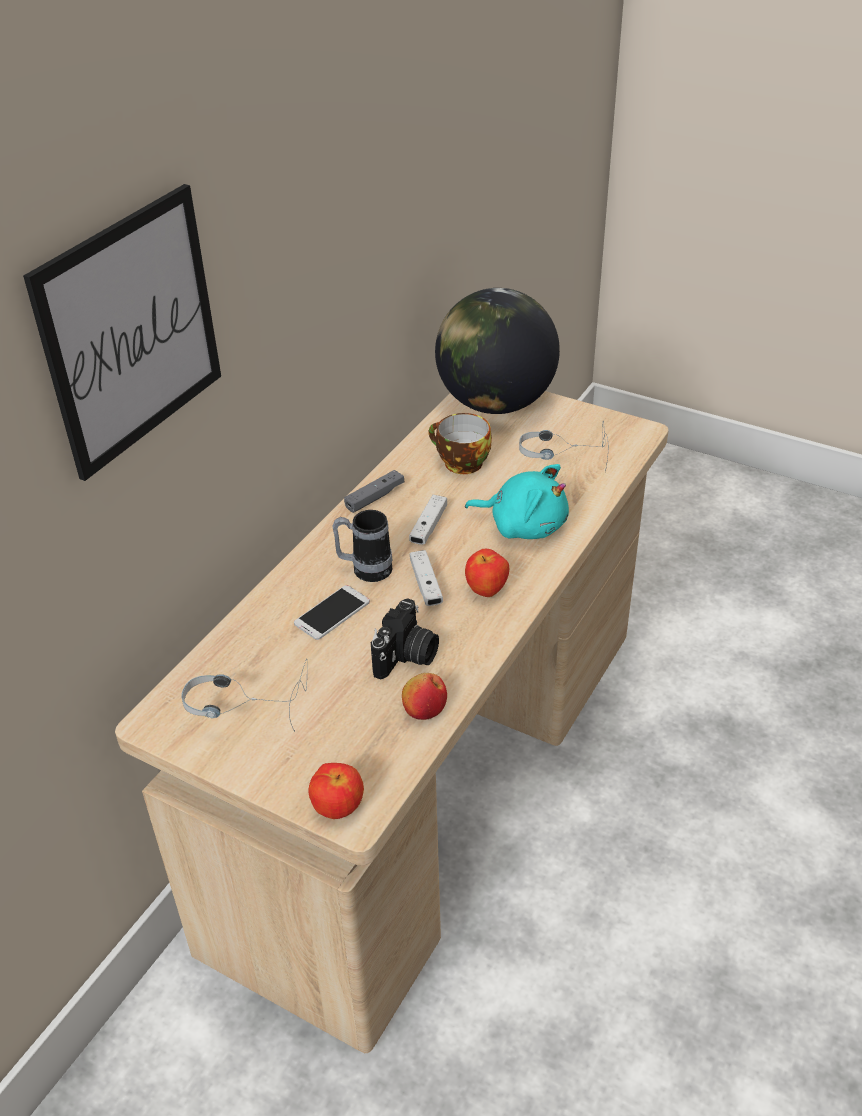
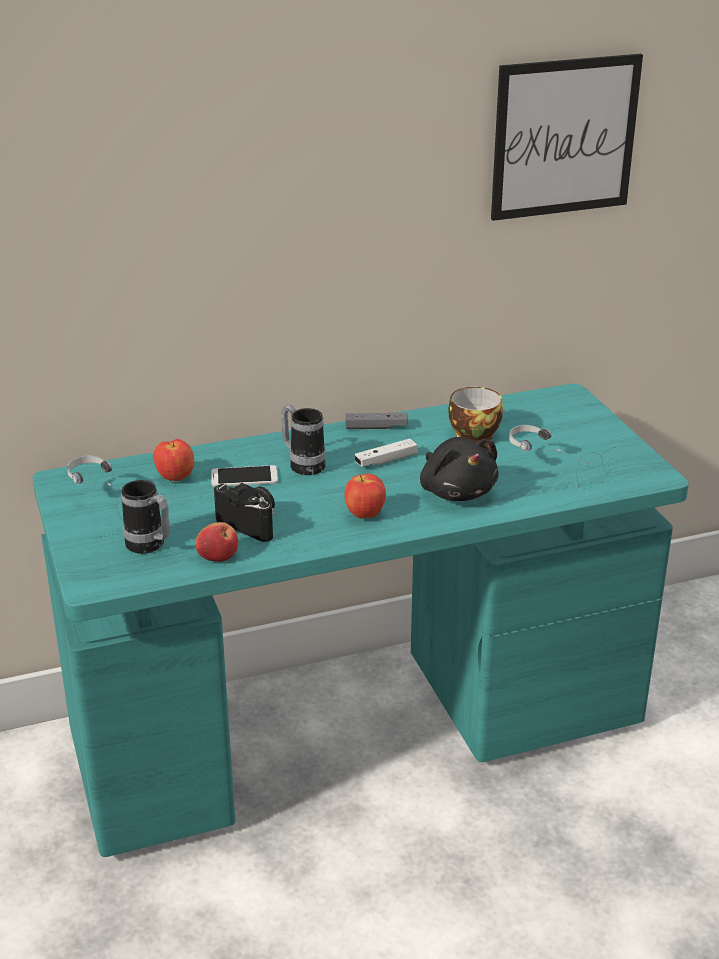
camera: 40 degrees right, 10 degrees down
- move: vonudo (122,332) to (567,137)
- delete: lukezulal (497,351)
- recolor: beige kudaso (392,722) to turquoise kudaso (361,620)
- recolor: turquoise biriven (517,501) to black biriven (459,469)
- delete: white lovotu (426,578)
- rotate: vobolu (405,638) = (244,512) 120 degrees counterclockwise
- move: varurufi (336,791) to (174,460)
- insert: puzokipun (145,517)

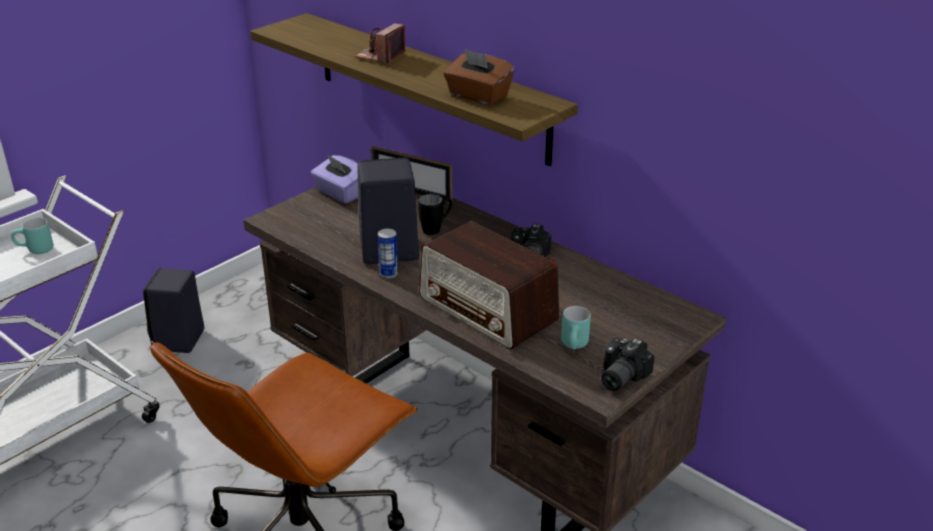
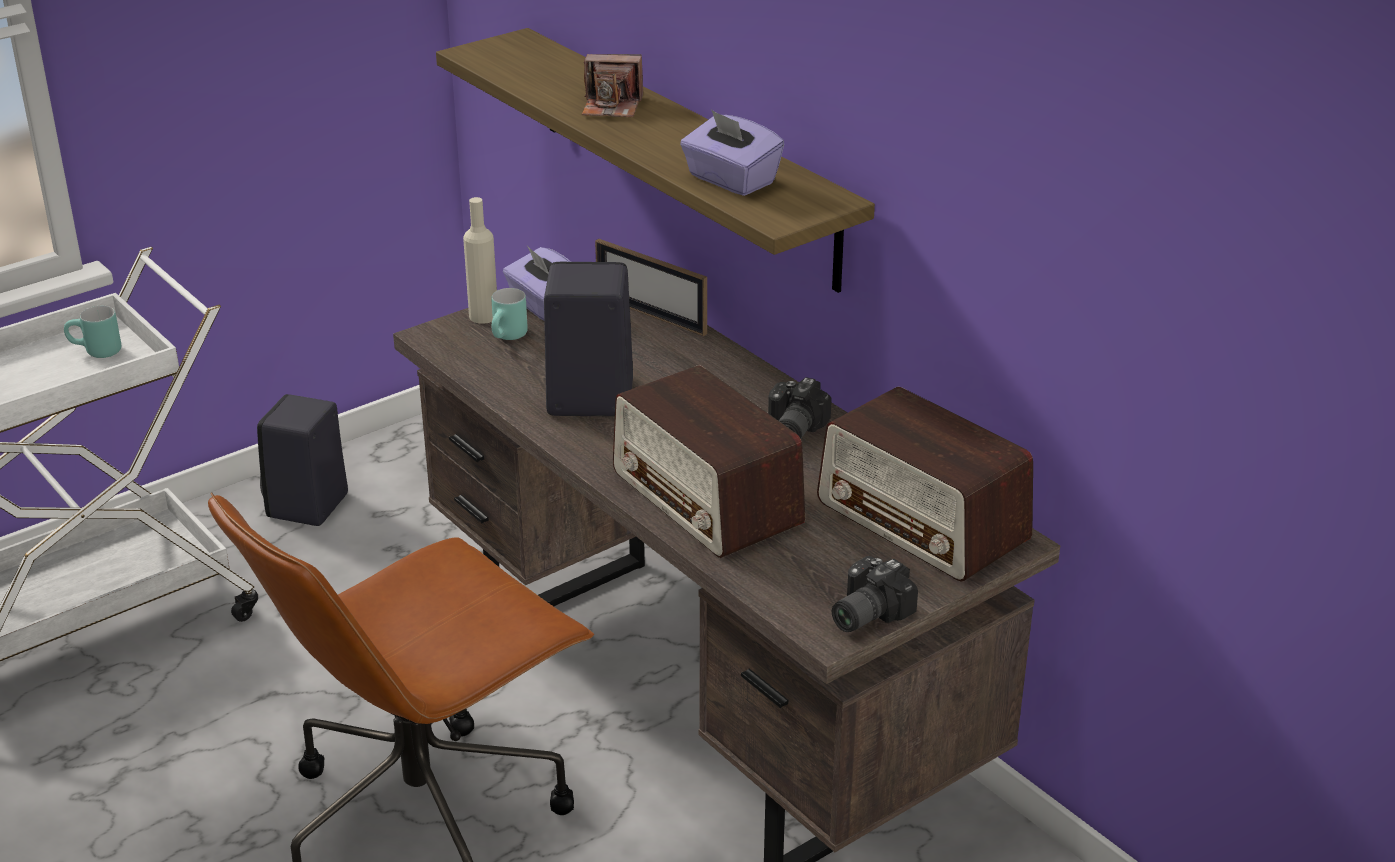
camera: 10 degrees right, 0 degrees up
- rotate: vobolu (380,43) = (612,85) 120 degrees counterclockwise
- recolor: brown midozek (479,77) to purple midozek (732,153)
- delete: black puzokipun (435,214)
- delete: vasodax (388,253)
- move: turquoise puzokipun (576,328) to (509,314)
- insert: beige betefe (480,260)
- insert: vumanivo (925,484)

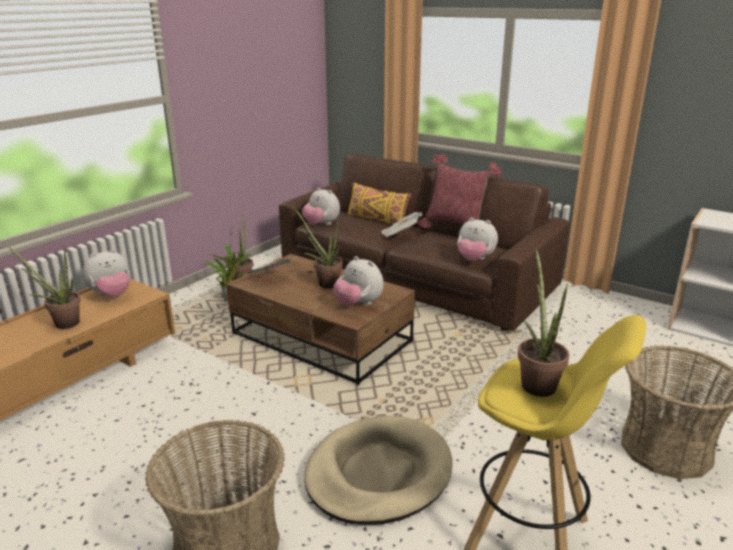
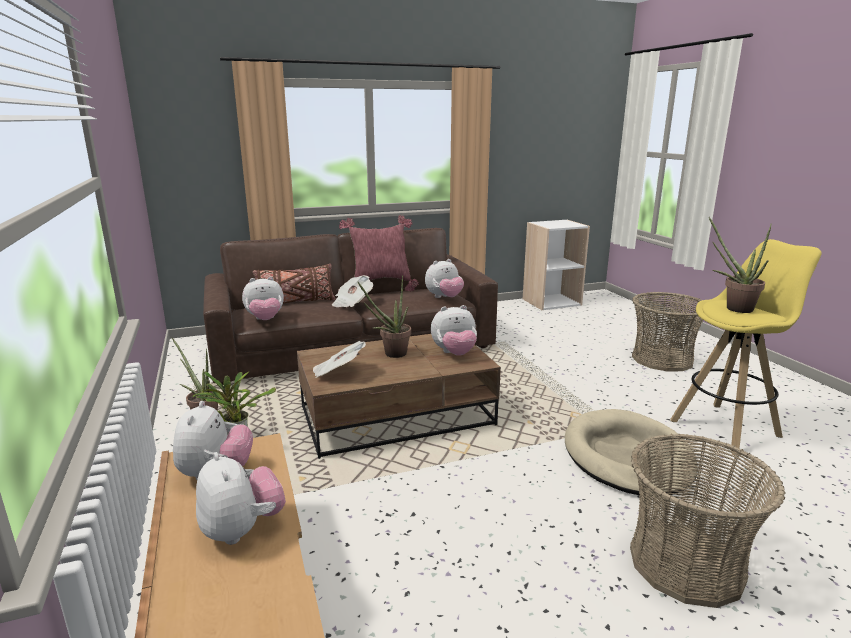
camera: 55 degrees left, 5 degrees down
- recolor: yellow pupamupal (379,203) to brown pupamupal (294,284)
- replace: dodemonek (44,287) to biriven (241,498)

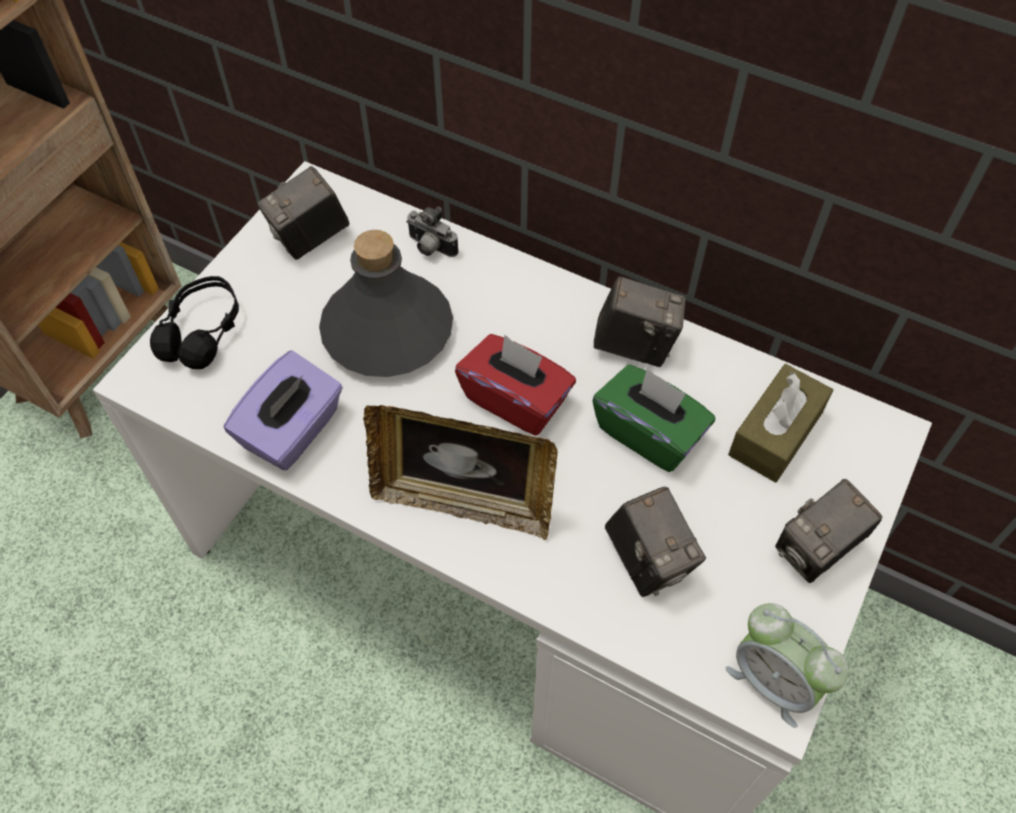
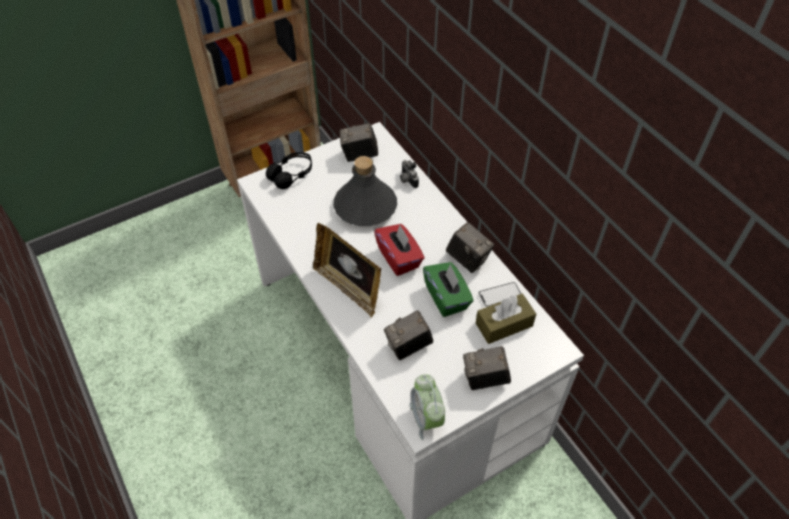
camera: 30 degrees right, 5 degrees down
- delete: purple midozek (283,410)
- rotate: vobolu (655,541) = (408,335) 60 degrees clockwise
- insert: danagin (500,294)

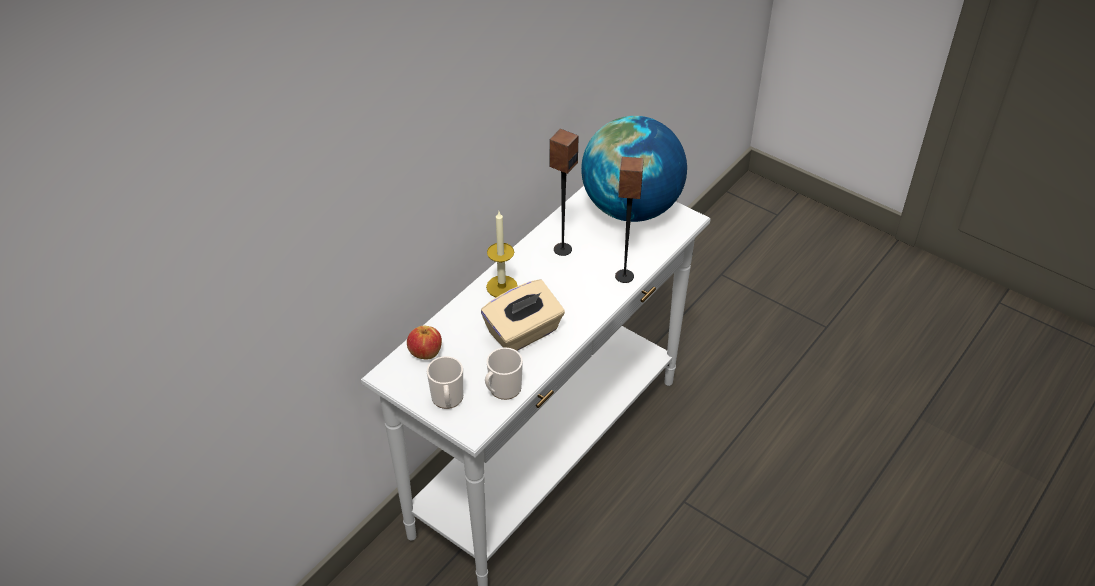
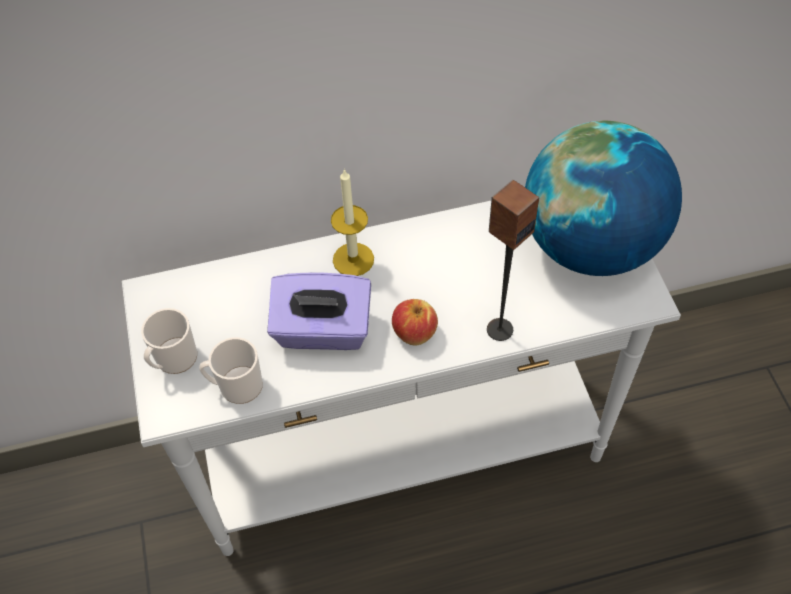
camera: 40 degrees right, 10 degrees up
- delete: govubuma (564,192)
- recolor: beige midozek (523,315) to purple midozek (319,311)
- move: varurufi (424,342) to (415,322)

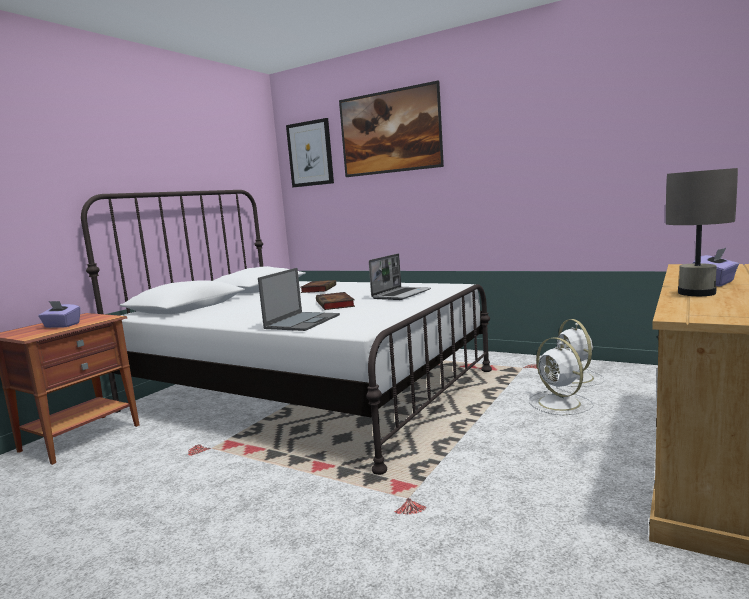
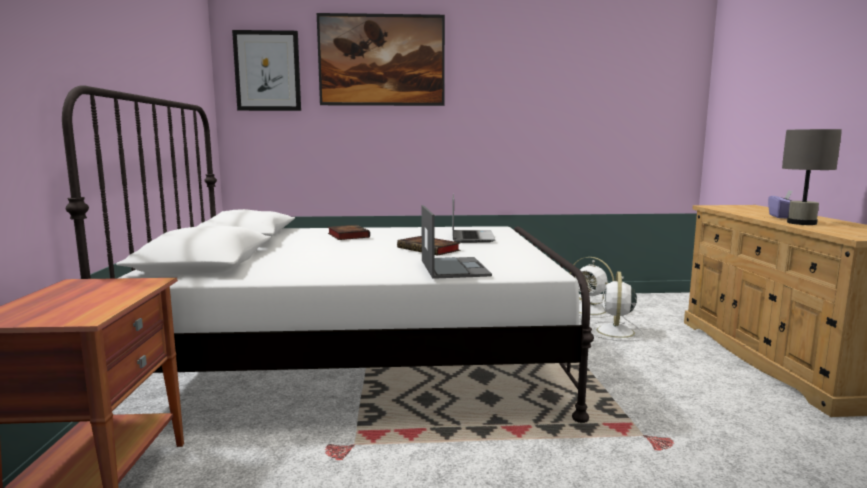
camera: 35 degrees left, 0 degrees up
- delete: purple midozek (59,314)
- rotate: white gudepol (561,376) = (617,306) 75 degrees clockwise

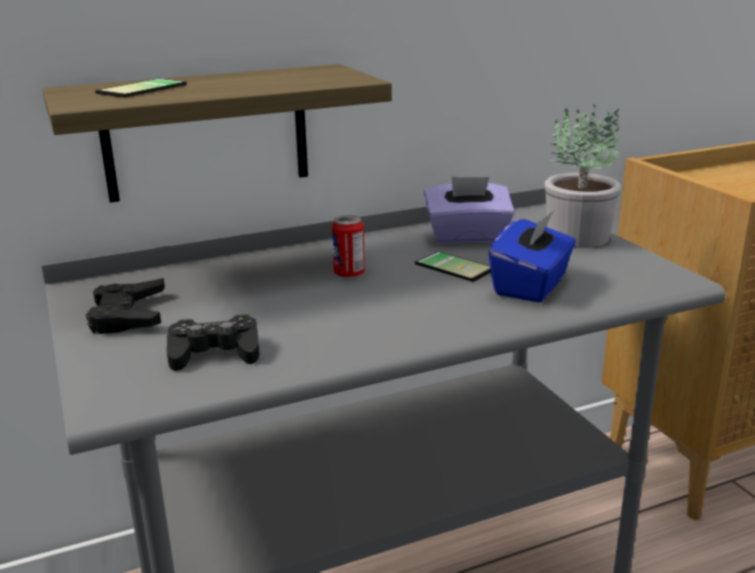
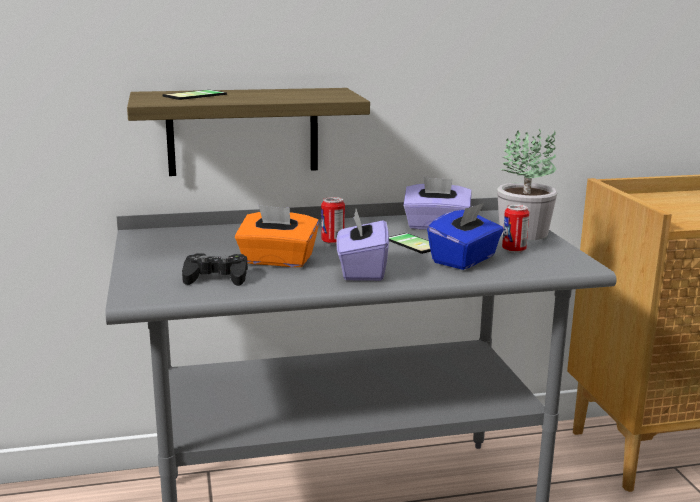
camera: 10 degrees right, 5 degrees down
- delete: black lovotu (125,306)
- insert: vasodax (515,228)
- insert: orange midozek (277,236)
- insert: purple midozek (363,245)

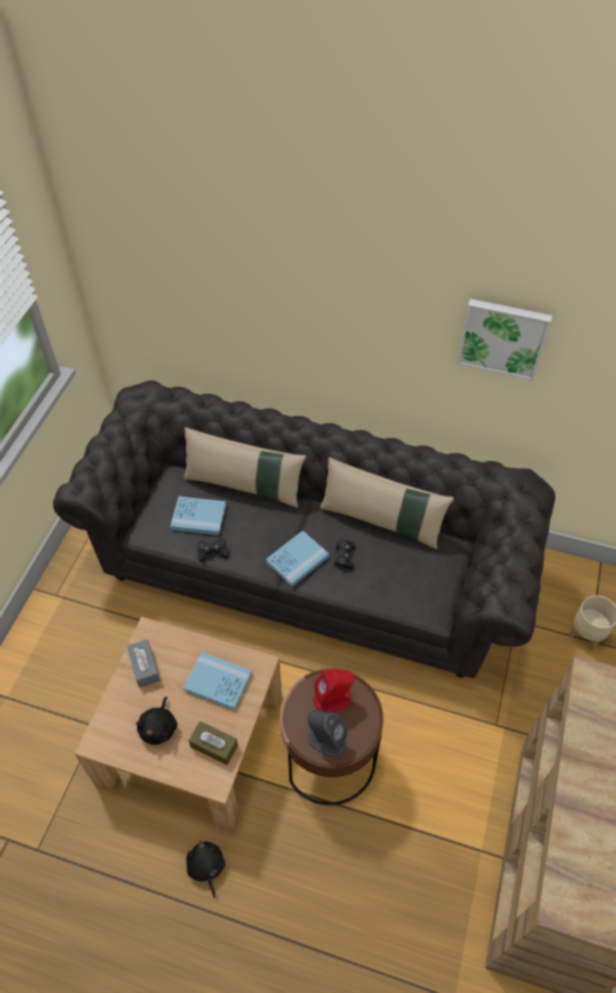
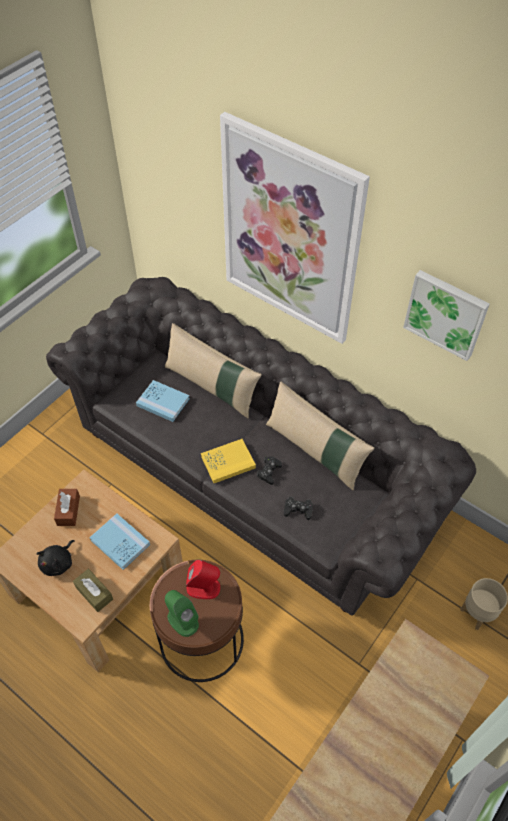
camera: 20 degrees right, 0 degrees up
- recolor: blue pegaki (297,558) to yellow pegaki (228,461)
- move: black lovotu (212,549) to (298,508)
- recolor: grey midozek (143,663) to brown midozek (67,507)
- recolor: grey govubuma (327,733) to green govubuma (182,613)
- delete: black biriven (205,869)
- insert: vonudo (295,228)

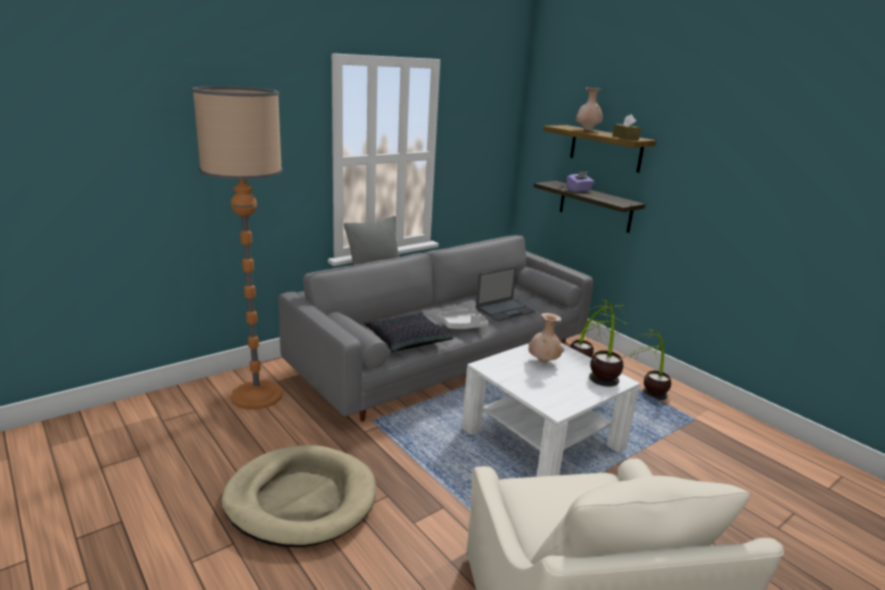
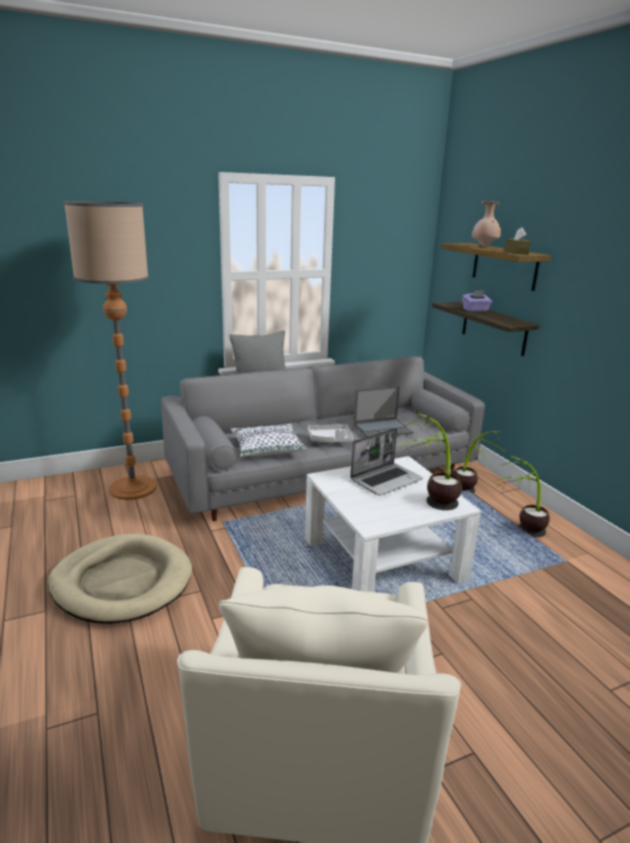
camera: 15 degrees right, 0 degrees up
- recolor: black pupamupal (408,332) to white pupamupal (269,440)
- replace: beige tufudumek (546,338) to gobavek (386,462)

